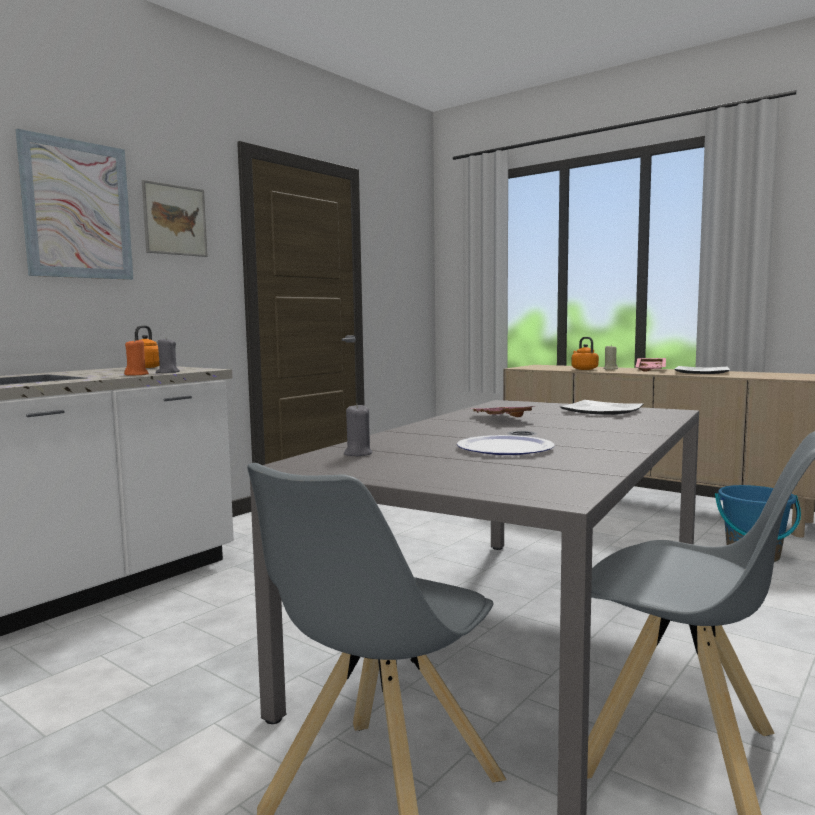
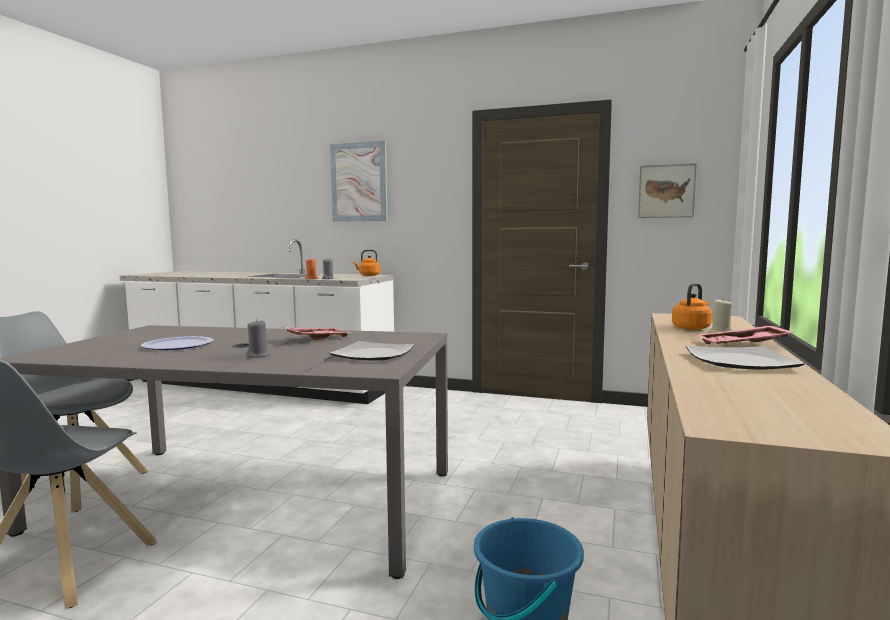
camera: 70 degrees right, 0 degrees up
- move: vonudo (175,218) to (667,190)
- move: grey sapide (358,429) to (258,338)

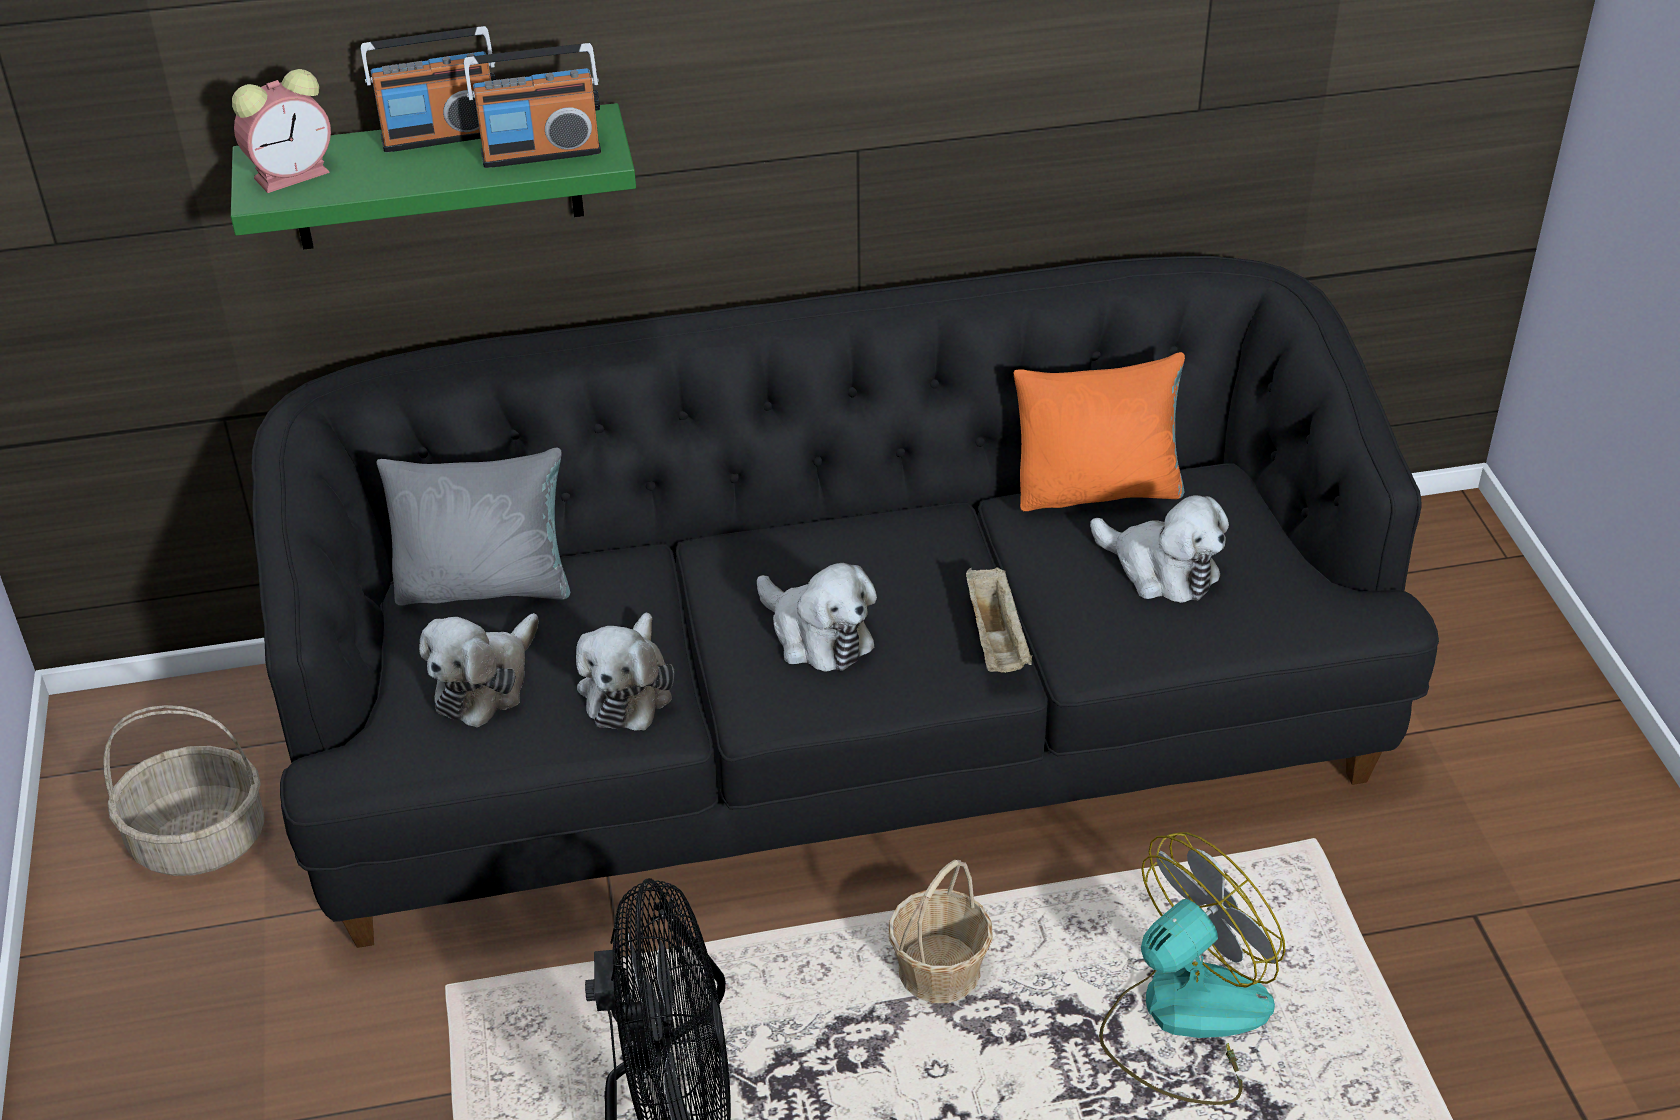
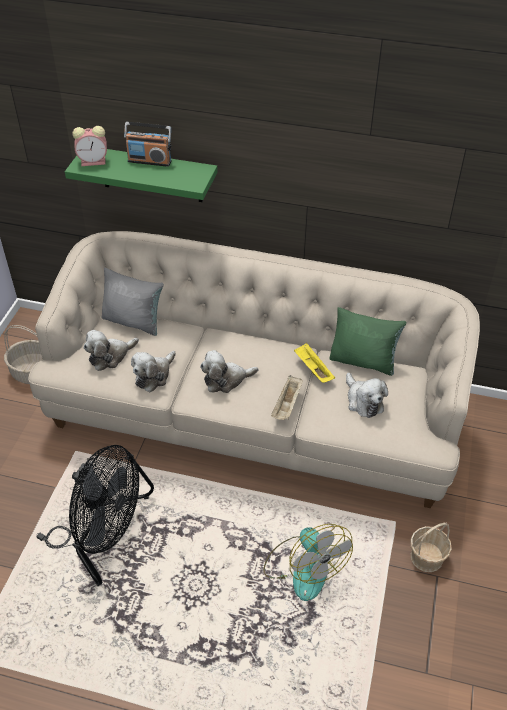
camera: 25 degrees right, 5 degrees up
- delete: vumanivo (532,105)
- recolor: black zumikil (845,602) to beige zumikil (254,369)
- recolor: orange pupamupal (1099,431) to green pupamupal (367,341)
- rotate: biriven (817,617) = (229,371) 90 degrees clockwise
- rotate: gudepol (1192,968) = (308,562) 75 degrees clockwise
- move: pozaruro (941,931) to (431,547)
- insert: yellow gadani (314,363)

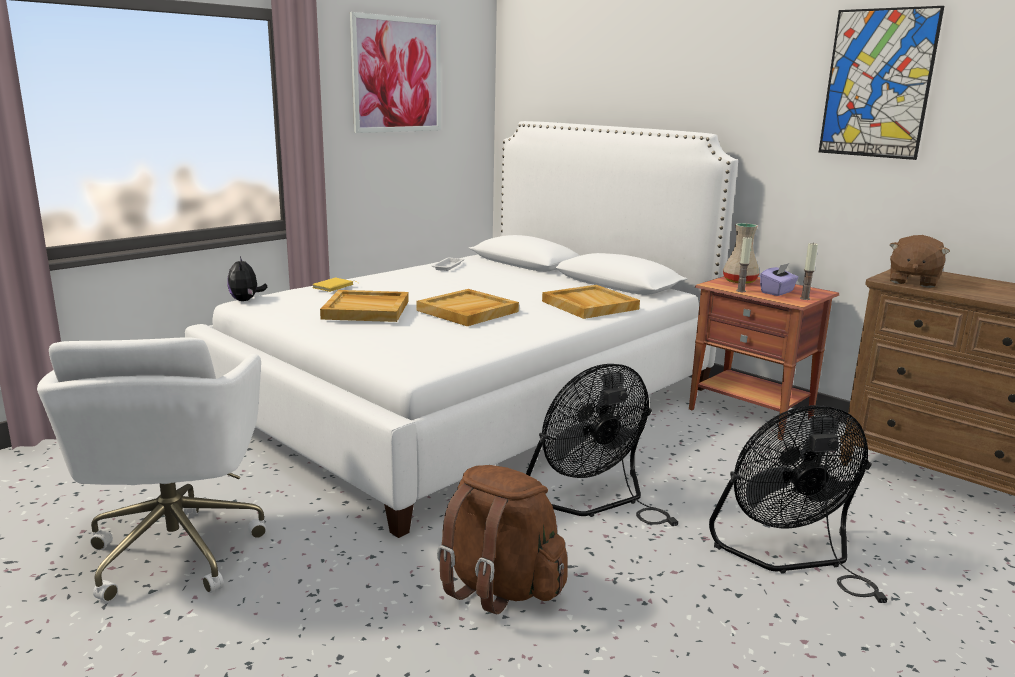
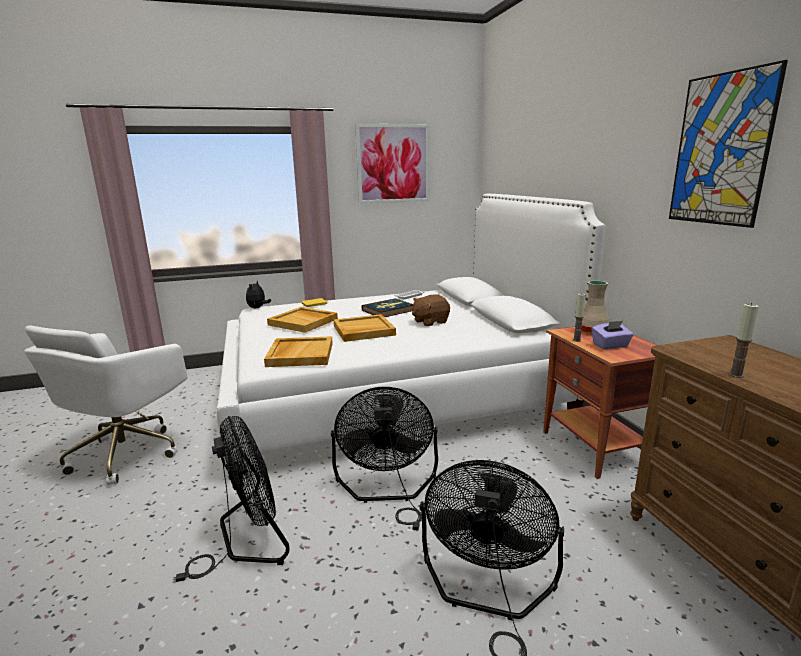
camera: 30 degrees right, 0 degrees up
- move: brown biriven (920,261) to (431,310)
- move: sapide (809,271) to (744,340)
- move: beige gadani (591,302) to (298,351)
- replace: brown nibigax (502,539) to black gudepol (231,499)
- insert: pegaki (387,307)

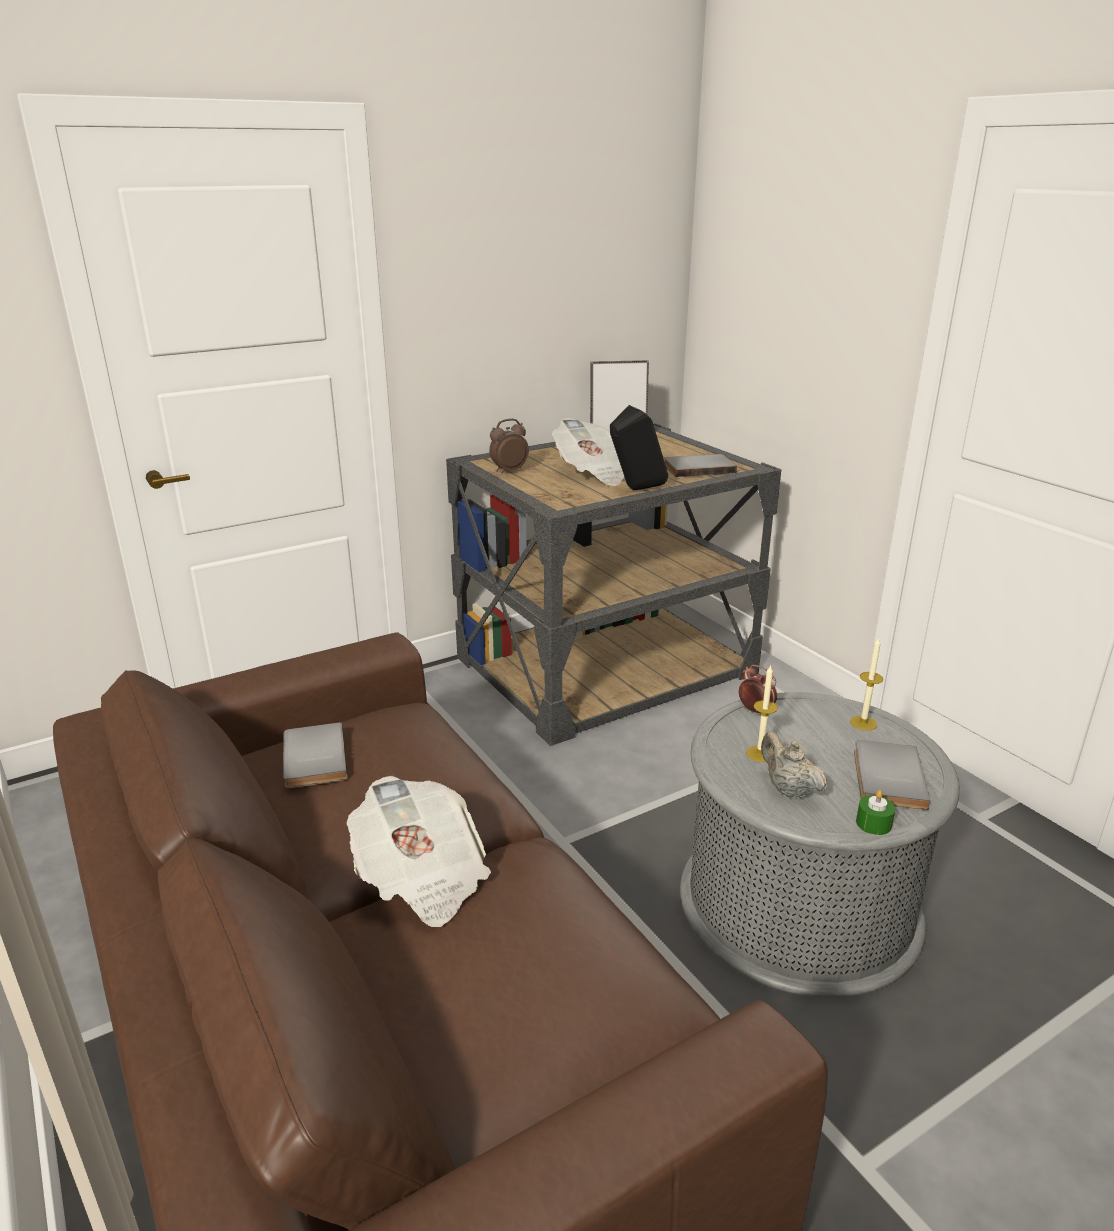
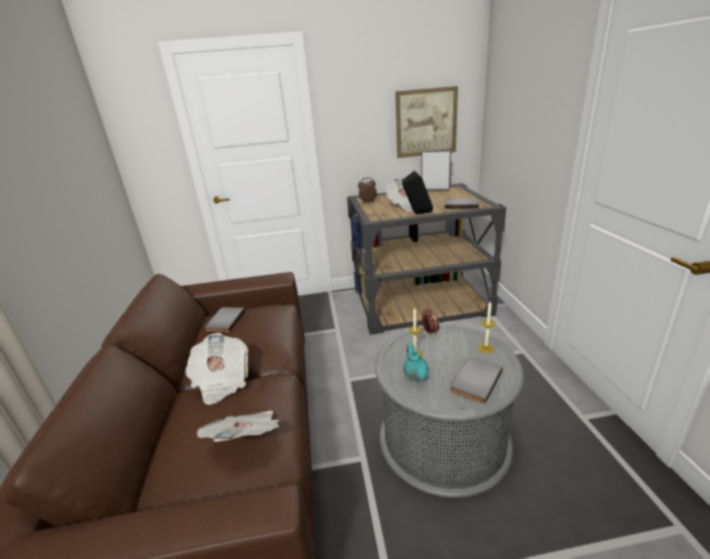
camera: 25 degrees right, 0 degrees up
- recolor: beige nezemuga (794,764) to turquoise nezemuga (415,362)
- delete: green sapide (875,812)
- insert: vonudo (426,122)
- insert: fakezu (238,426)

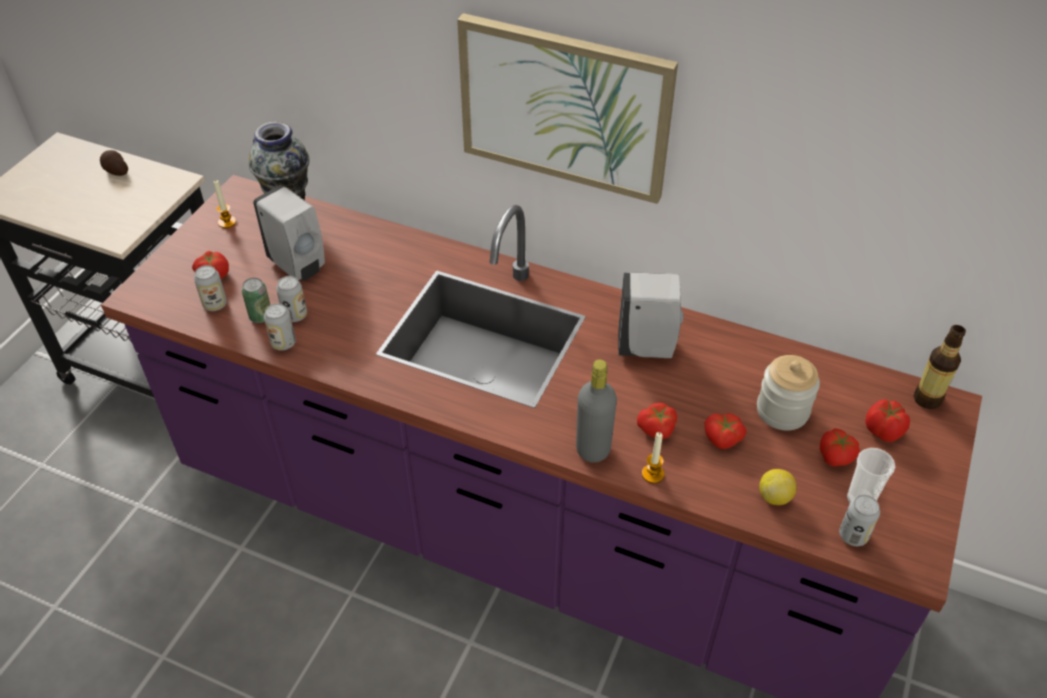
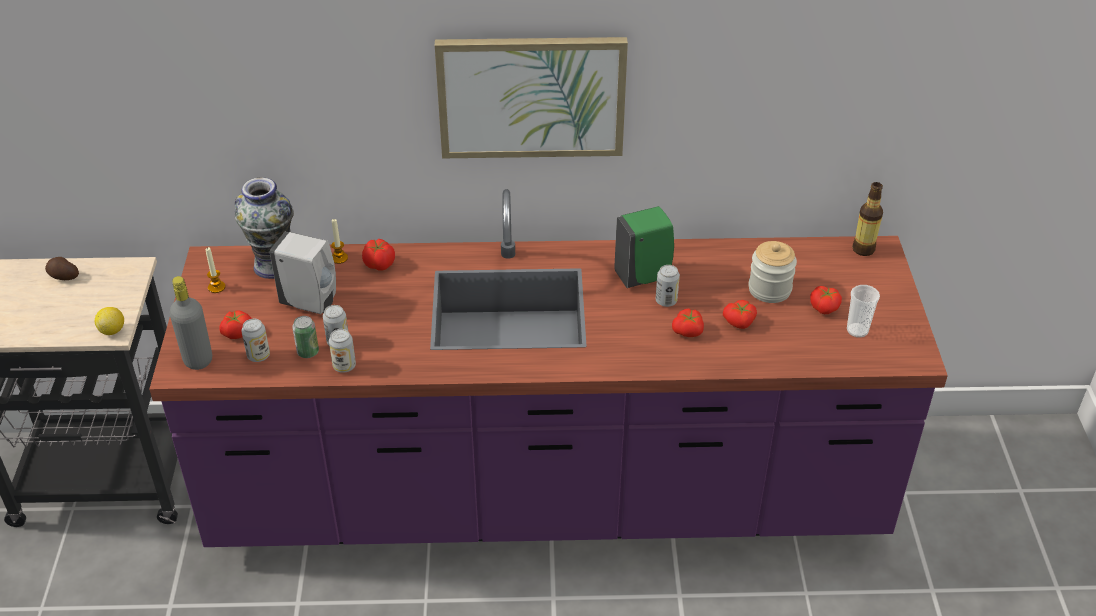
camera: 25 degrees left, 5 degrees down
- recolor: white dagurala (651,315) to green dagurala (644,247)
- move: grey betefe (596,411) to (191,323)
- move: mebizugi (887,420) to (378,255)
- move: sapide (653,457) to (339,241)
- move: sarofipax (778,487) to (109,321)
- move: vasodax (859,520) to (668,286)

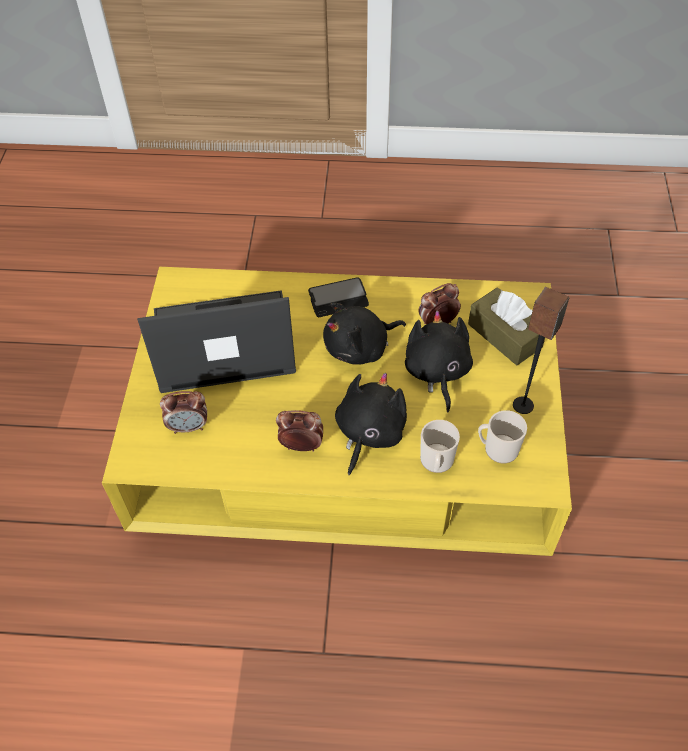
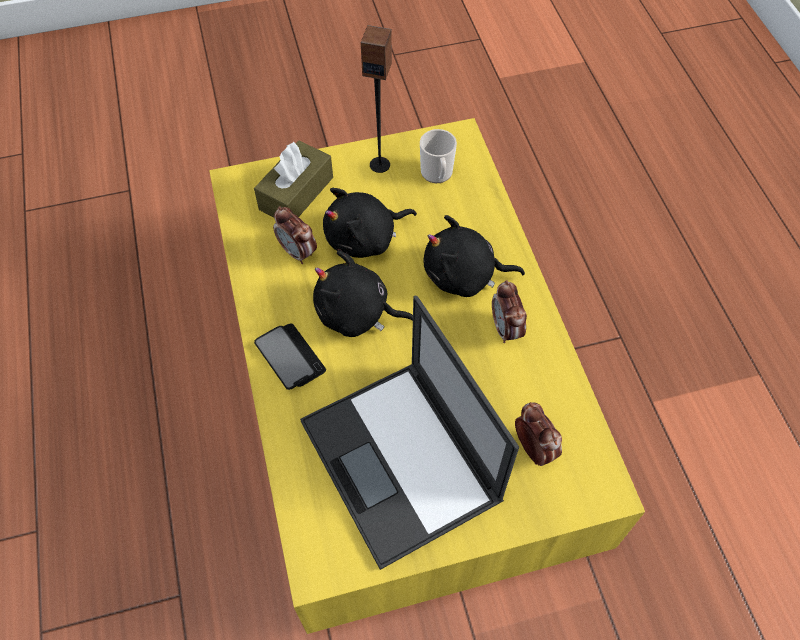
camera: 110 degrees left, 5 degrees up
- rotate: black biriven (364,333) = (363,293) 150 degrees clockwise
- delete: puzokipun (440,446)

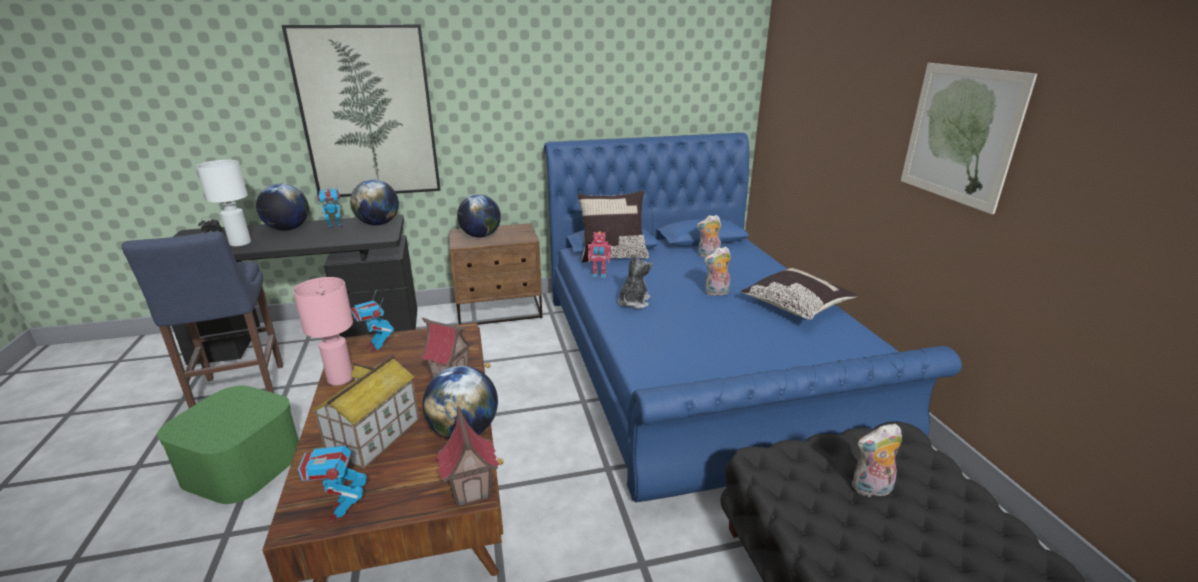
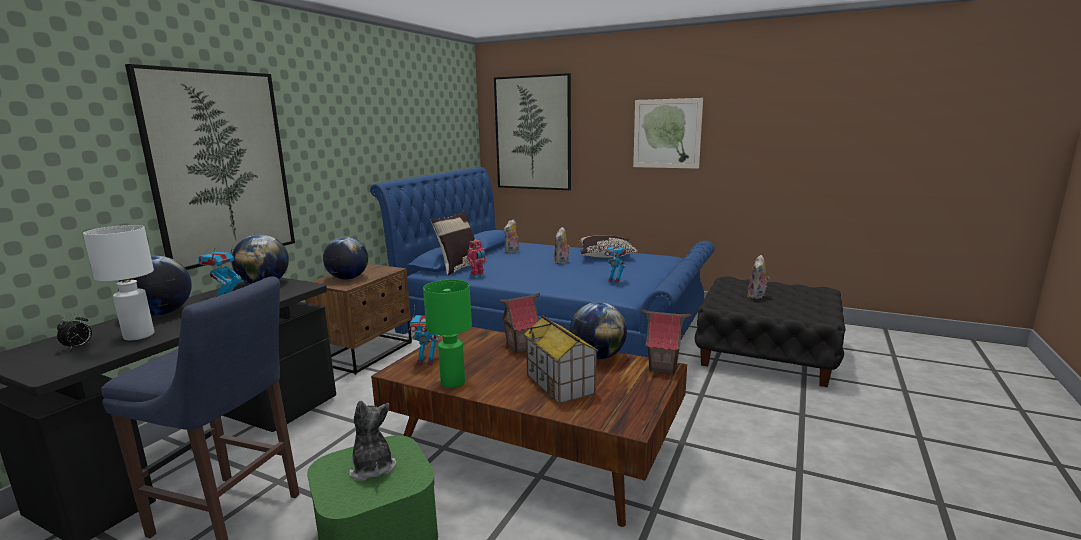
camera: 50 degrees left, 10 degrees down
- move: biriven (635,281) to (372,440)
- recolor: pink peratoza (323,331) to green peratoza (447,334)
- move: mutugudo (332,476) to (615,261)
- insert: vonudo (532,131)

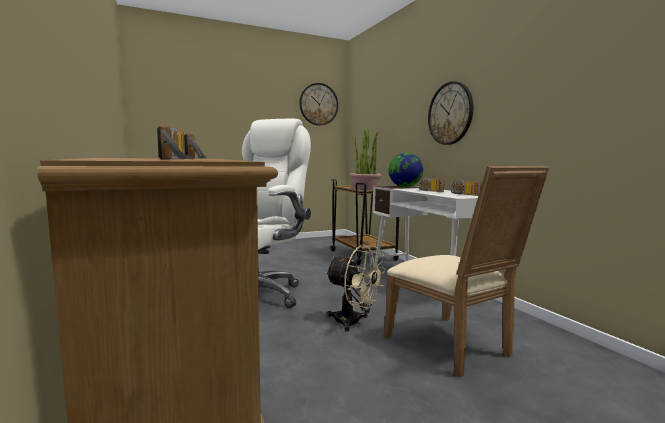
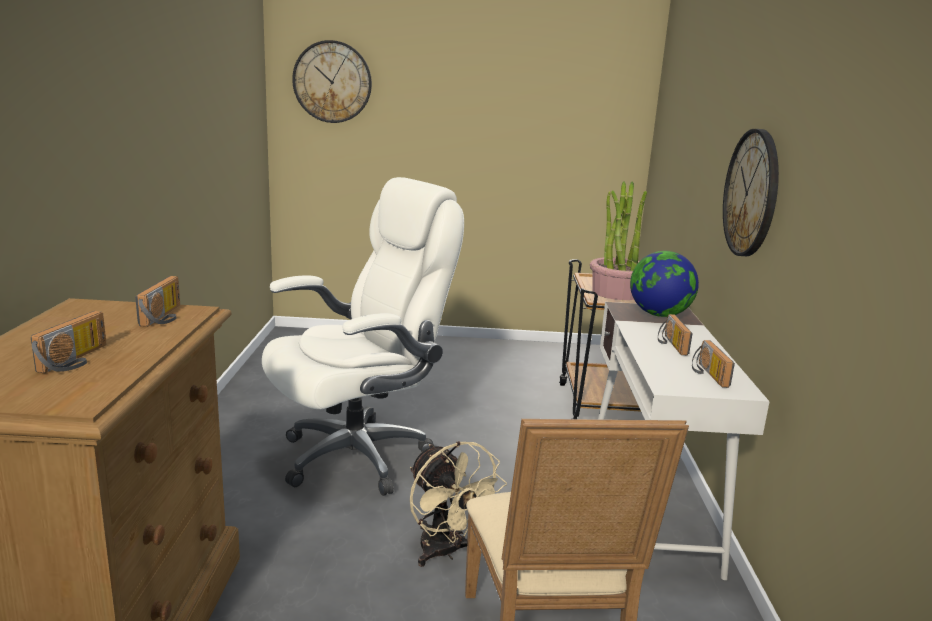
camera: 25 degrees right, 10 degrees up
- move: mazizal (318,104) to (332,81)

